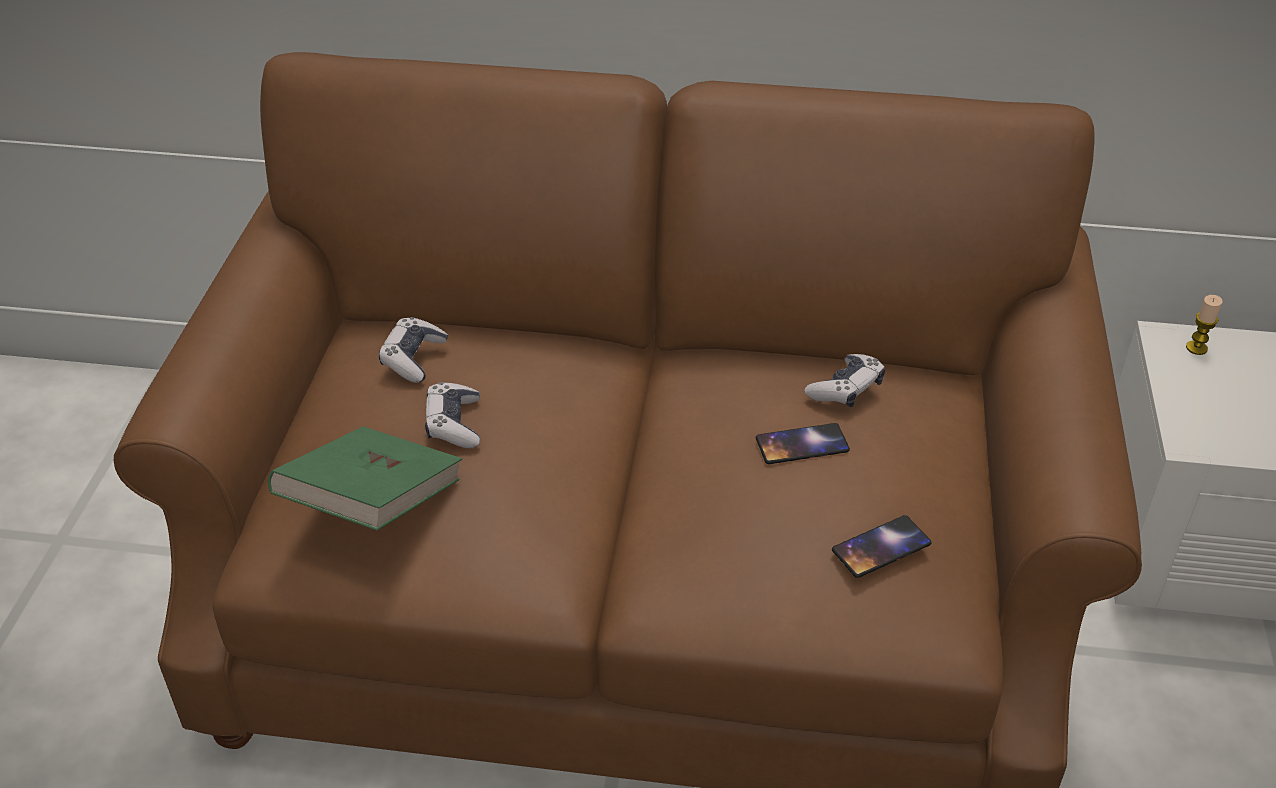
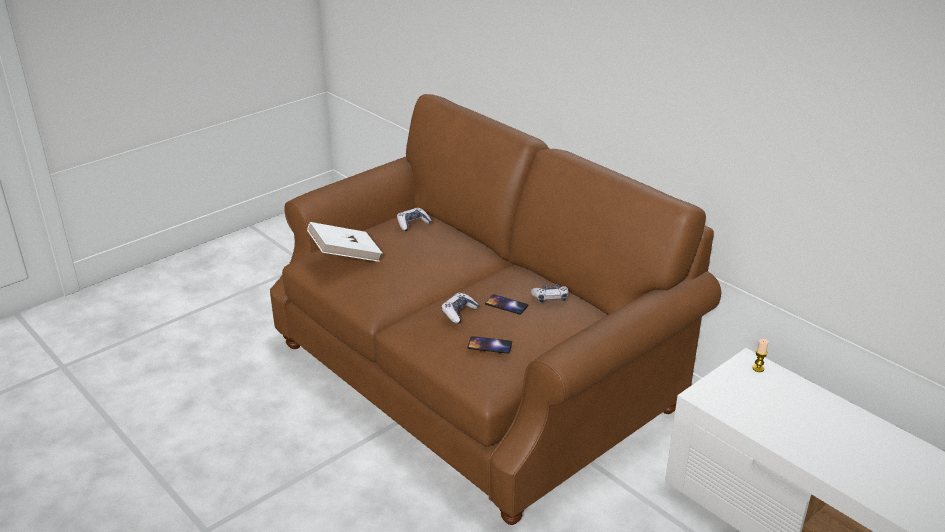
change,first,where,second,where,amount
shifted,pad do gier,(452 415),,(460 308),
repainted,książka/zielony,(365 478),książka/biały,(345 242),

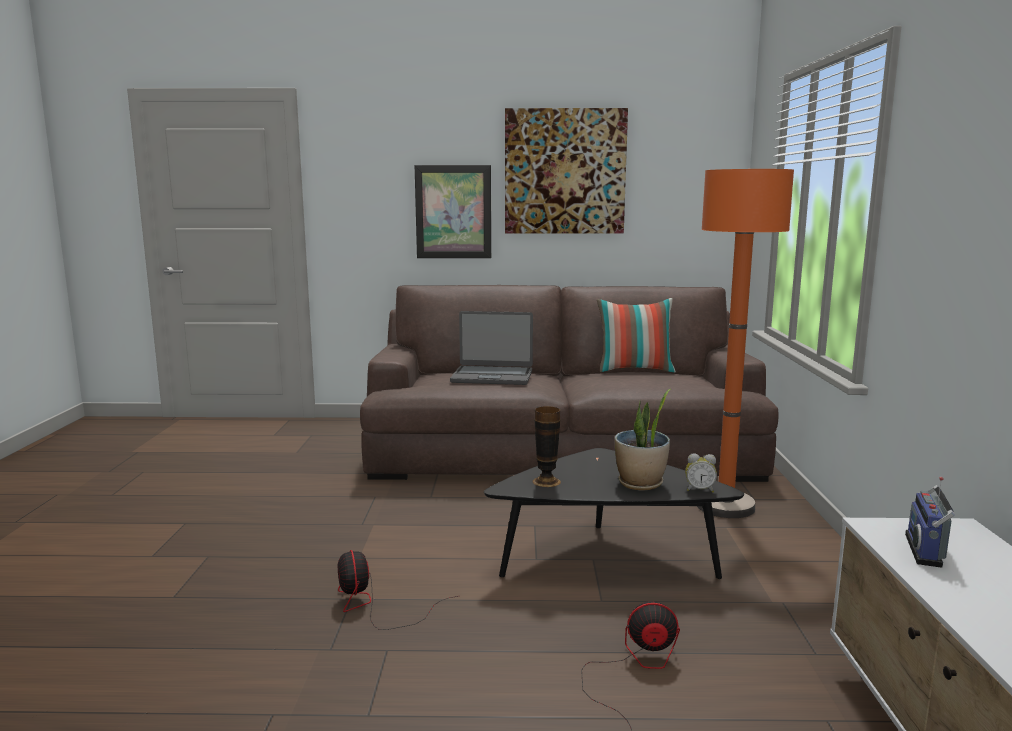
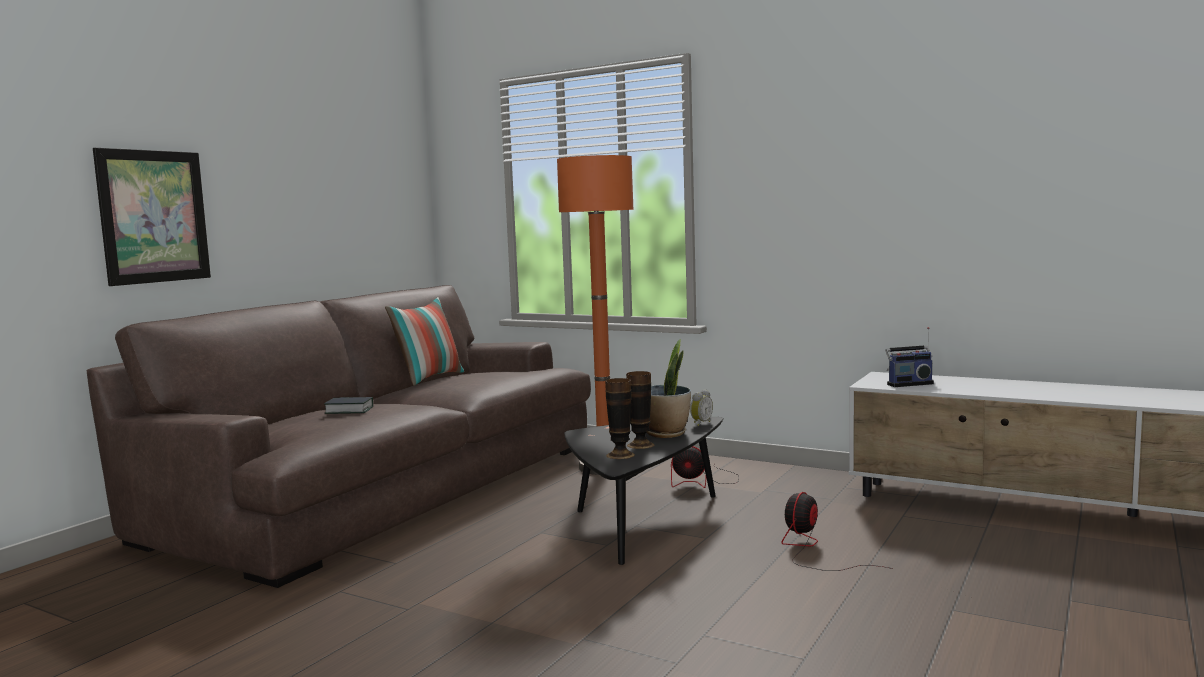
change,first,where,second,where,amount
gone,obraz,(566 171),,,
new,,,wazon,(640 410),
shifted,wentylator,(398 590),,(705 467),
swapped,laptop,(491 348),książka,(348 405),
rotated,radio,(930 522),,(909 357),60 degrees counterclockwise

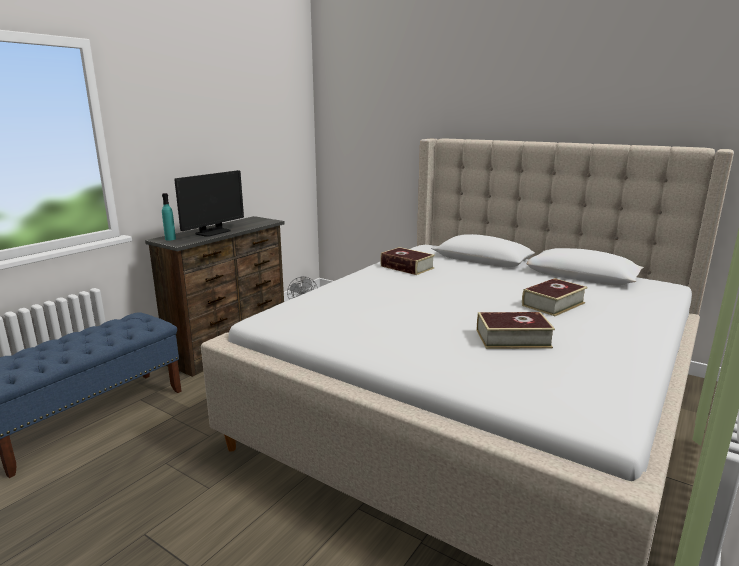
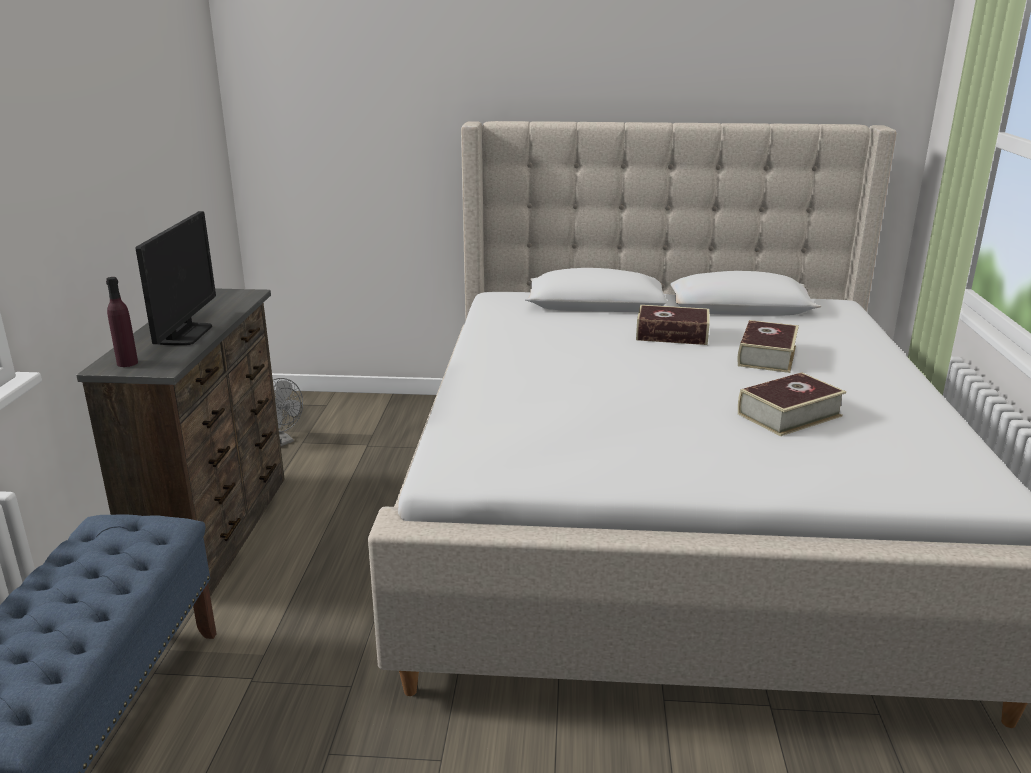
change,first,where,second,where,amount
shifted,książka,(407 261),,(673 325),
repainted,butelka/turkusowy,(169 217),butelka/fioletowy,(122 322),

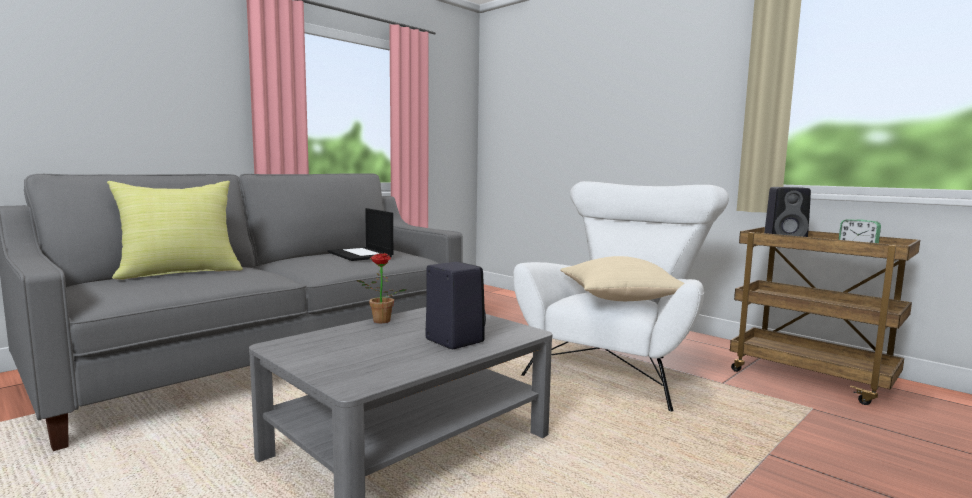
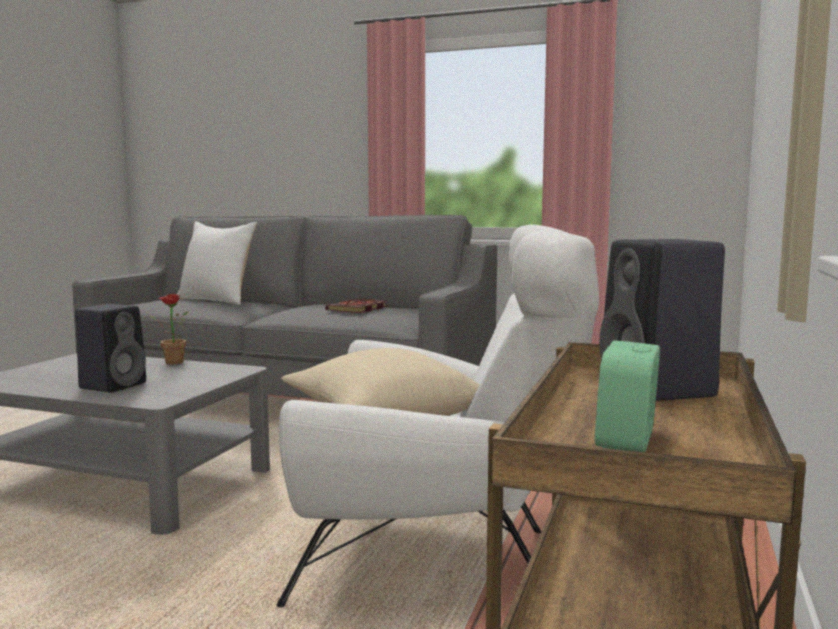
change,first,where,second,where,amount
swapped,laptop,(360 234),książka,(356 306),
repainted,poduszka/żółty,(175 230),poduszka/biały,(217 263),

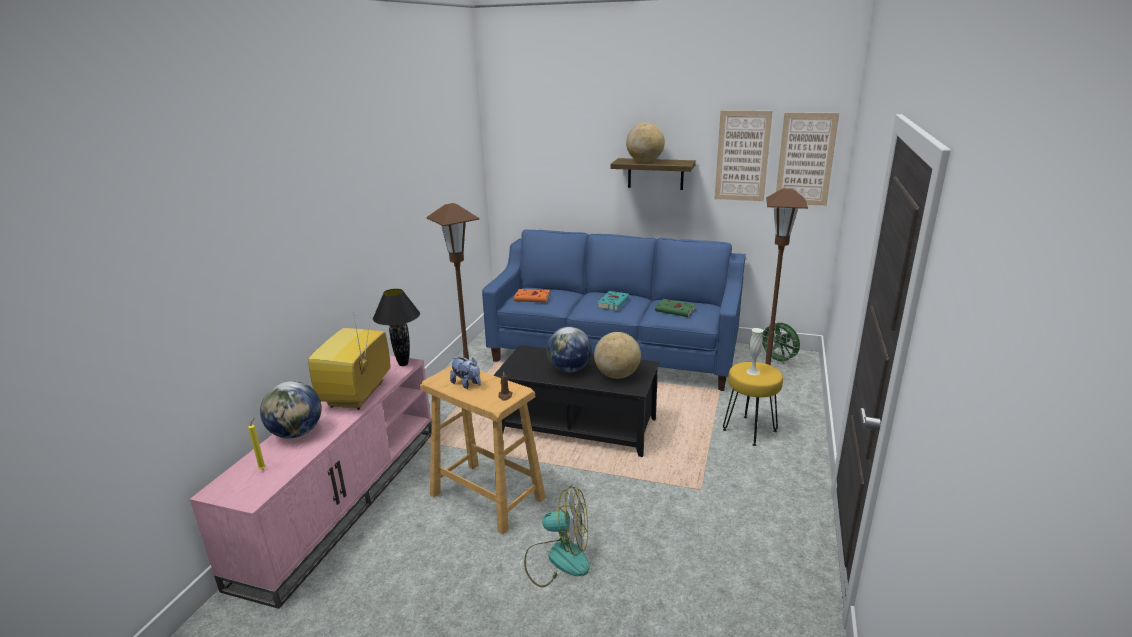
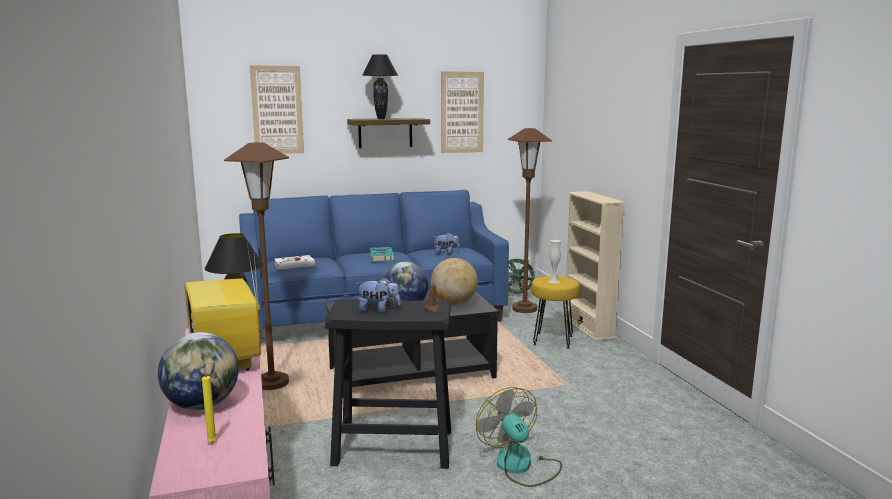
change,first,where,second,where,amount
new,,,regał/beżowy,(594 266),
shifted,obraz,(807 159),,(277 109),
swapped,globus,(645 142),lampa stołowa/czarny,(380 86),
swapped,książka/zielony,(676 308),pluszak,(446 243),
repainted,stołek/beżowy,(483 450),stołek/czarny,(388 384),
repainted,książka/pomarańczowy,(534 296),książka/biały,(297 262),
rotated,wentylator,(557 536),,(519 437),90 degrees counterclockwise

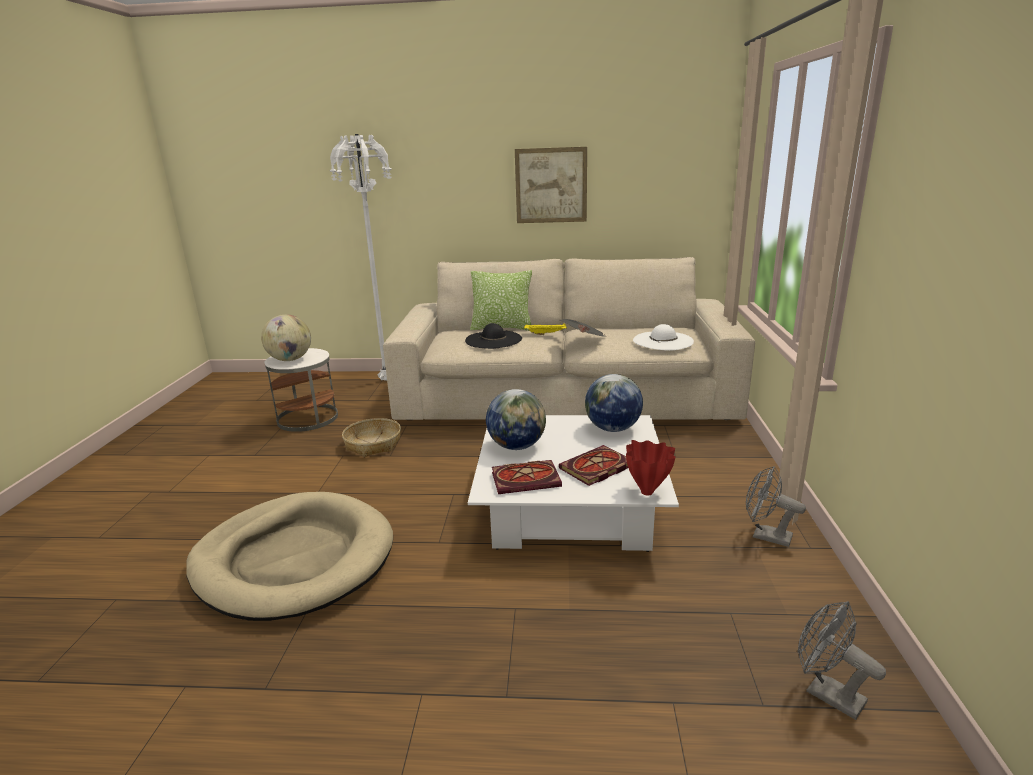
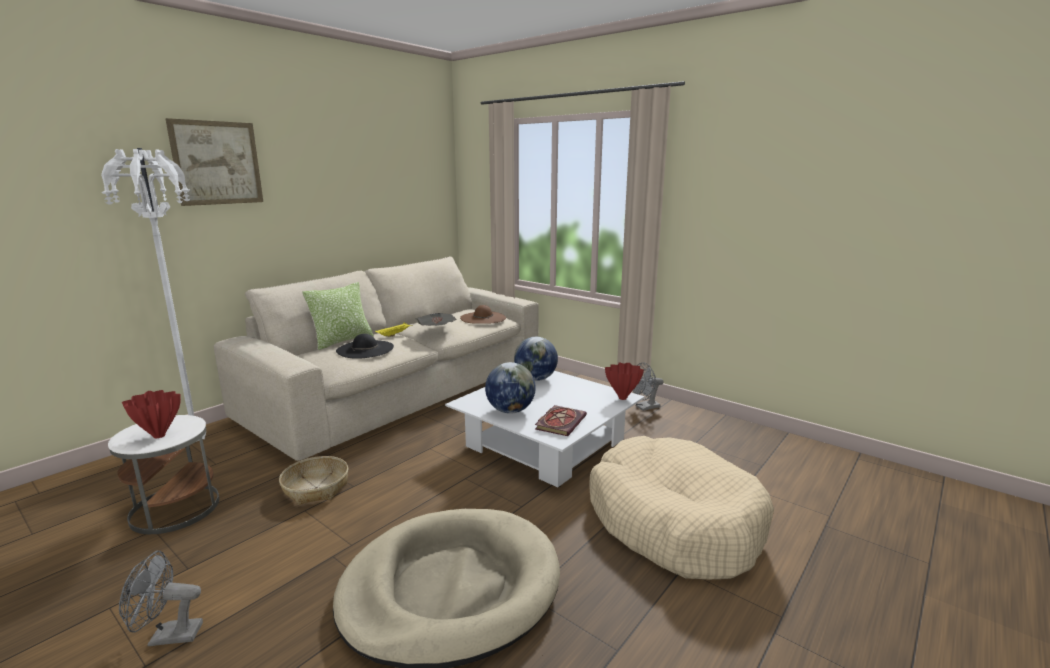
change,first,where,second,where,amount
gone,książka,(593 465),,,
new,,,legowisko/beżowy,(681 507),
shifted,obraz,(551 185),,(214 162),
shifted,wentylator/szary,(841 660),,(161 598),
swapped,globus,(286 337),wazon/czerwony,(151 414),
repainted,kapelusz/biały,(663 337),kapelusz/brązowy,(483 314),

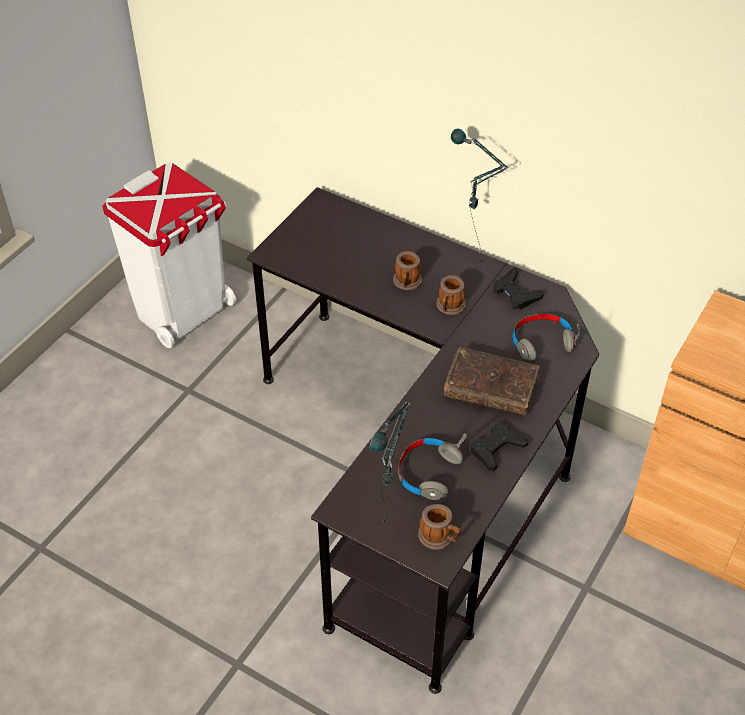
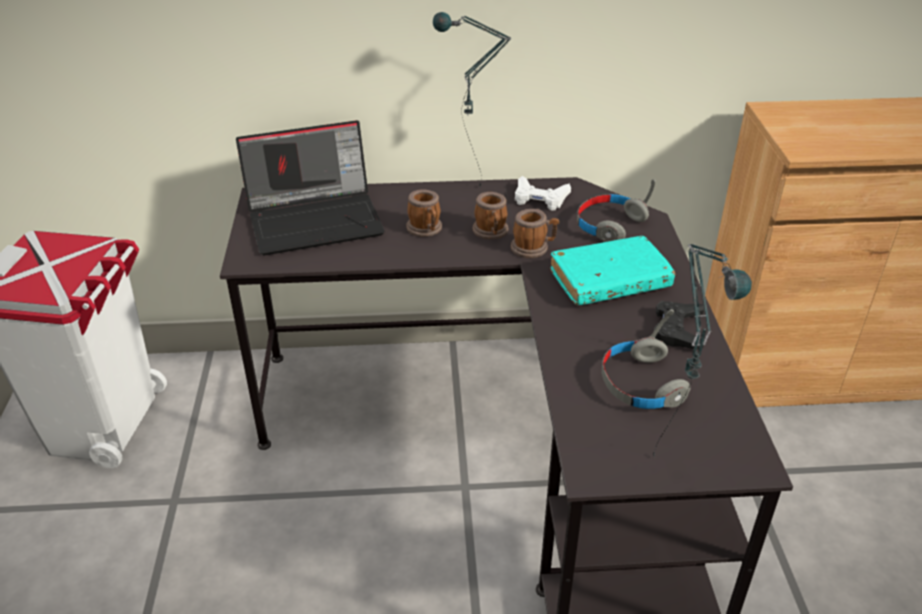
change,first,where,second,where,amount
new,,,laptop,(310 187),
shifted,kubek,(439 527),,(535 233),
repainted,książka/brązowy,(492 381),książka/turkusowy,(612 270),
repainted,pad do gier/czarny,(518 289),pad do gier/biały,(543 193),

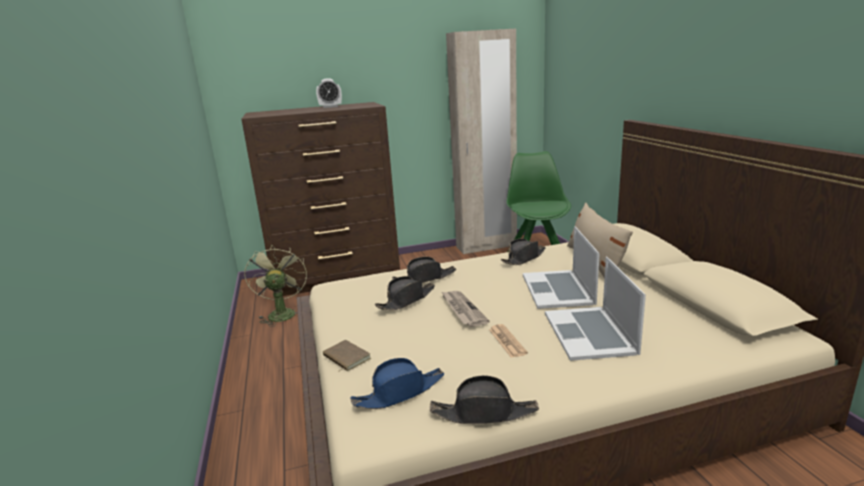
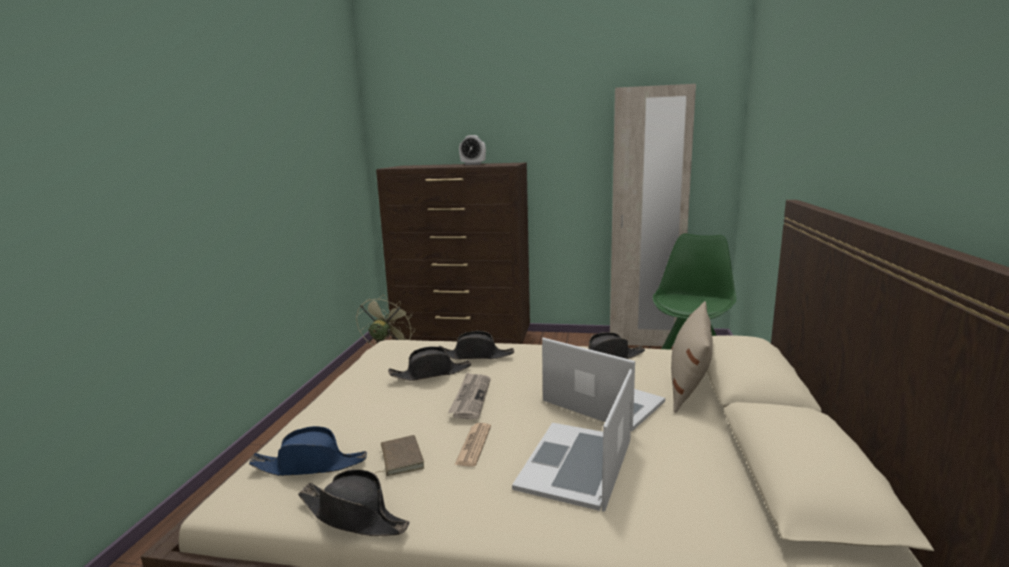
change,first,where,second,where,amount
shifted,książka/brązowy,(347 356),,(399 455),
rotated,laptop,(561 267),,(603 384),105 degrees clockwise

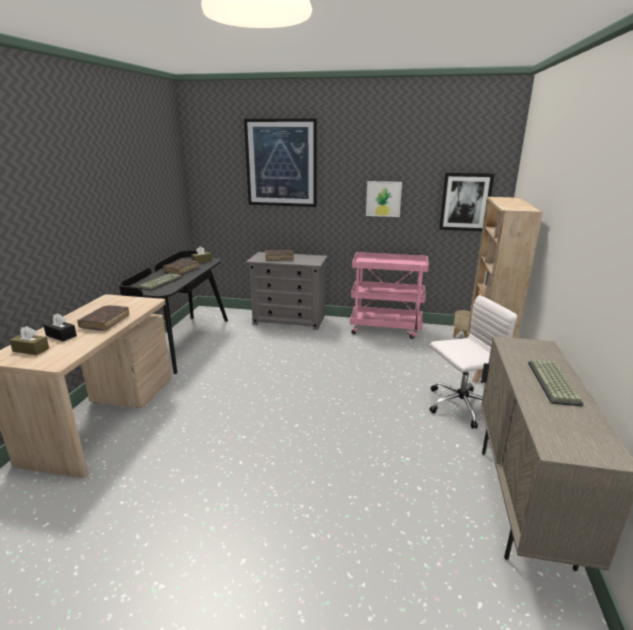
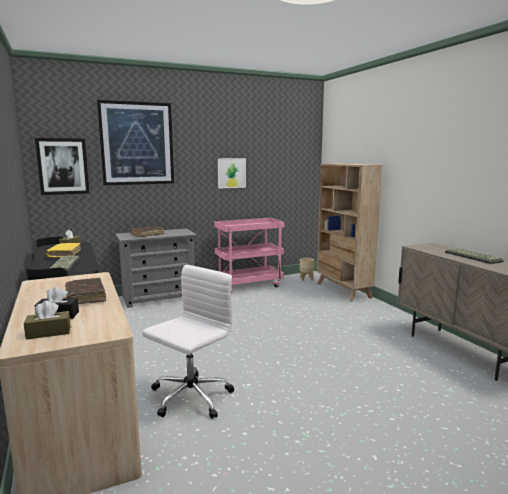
change,first,where,second,where,amount
shifted,krzesło biurowe/biały,(473 362),,(188 342),
shifted,obraz,(466 202),,(62 166),
repainted,książka/brązowy,(180 267),książka/żółty,(63 250),

